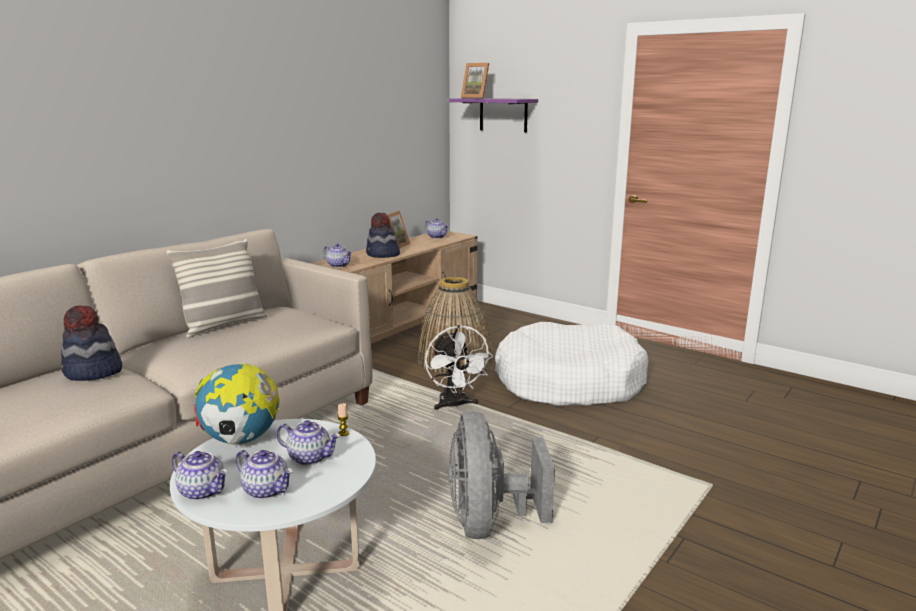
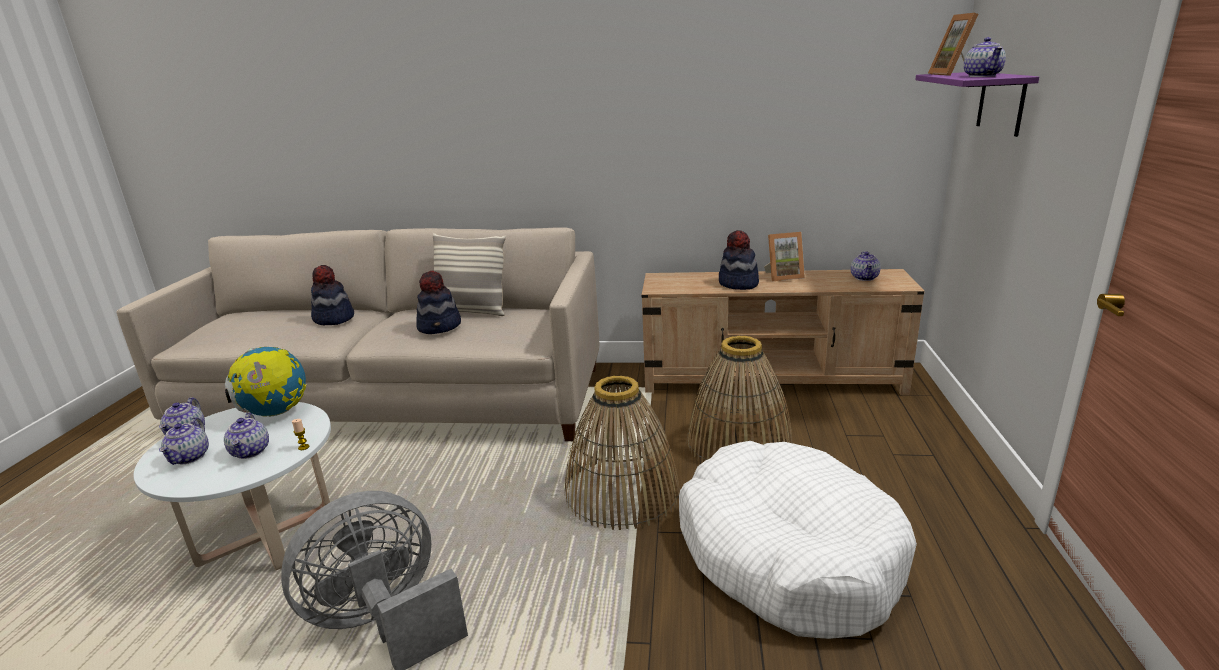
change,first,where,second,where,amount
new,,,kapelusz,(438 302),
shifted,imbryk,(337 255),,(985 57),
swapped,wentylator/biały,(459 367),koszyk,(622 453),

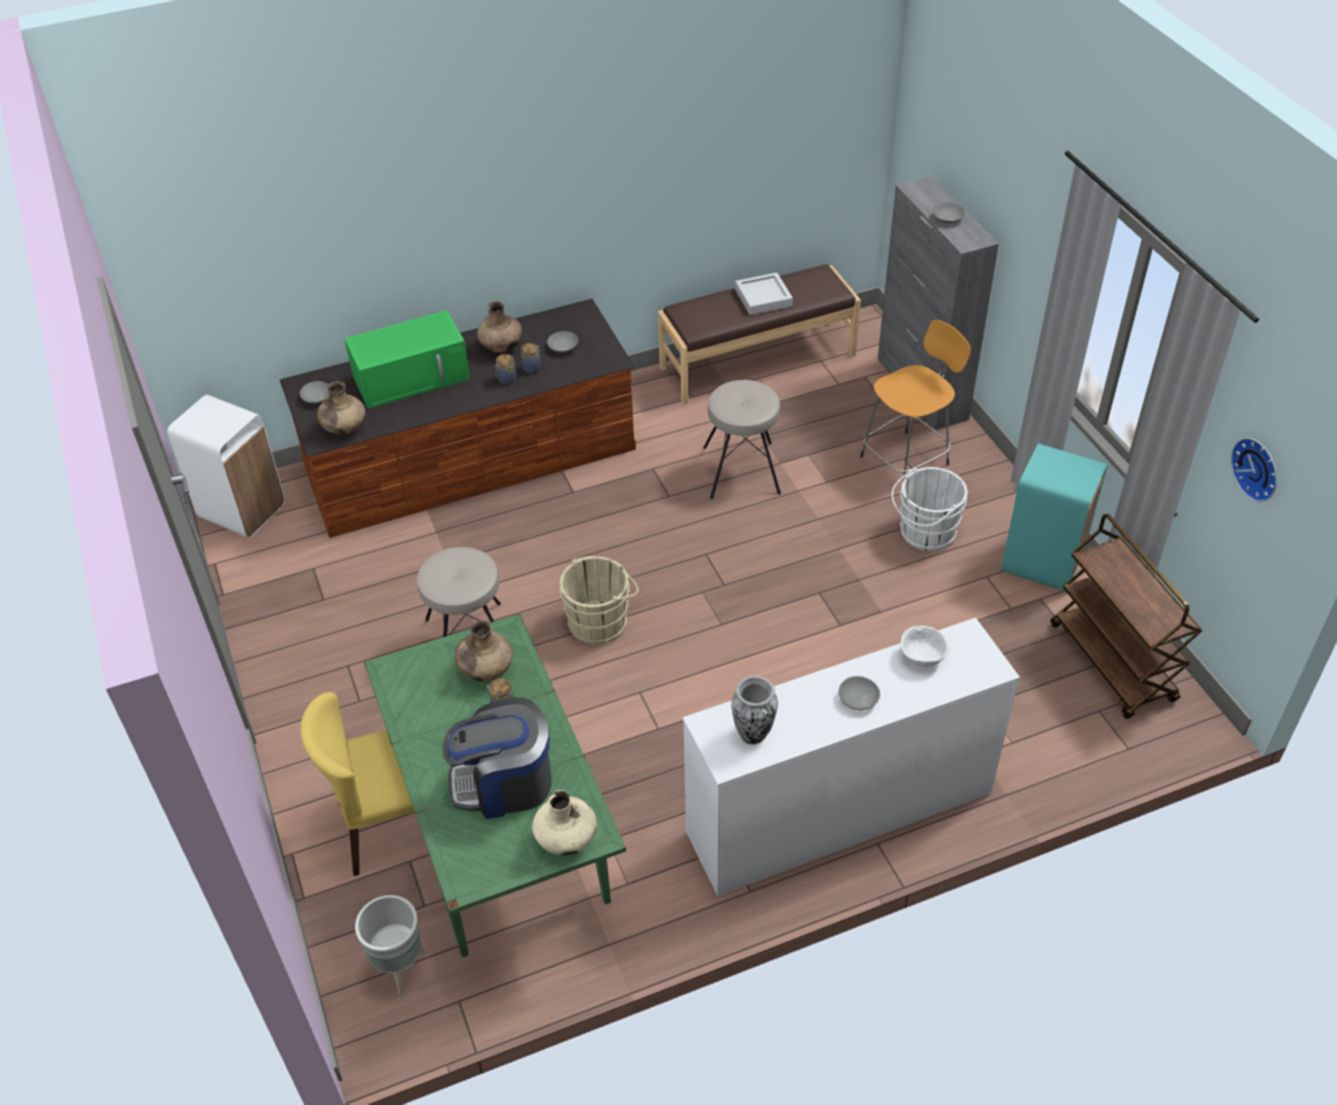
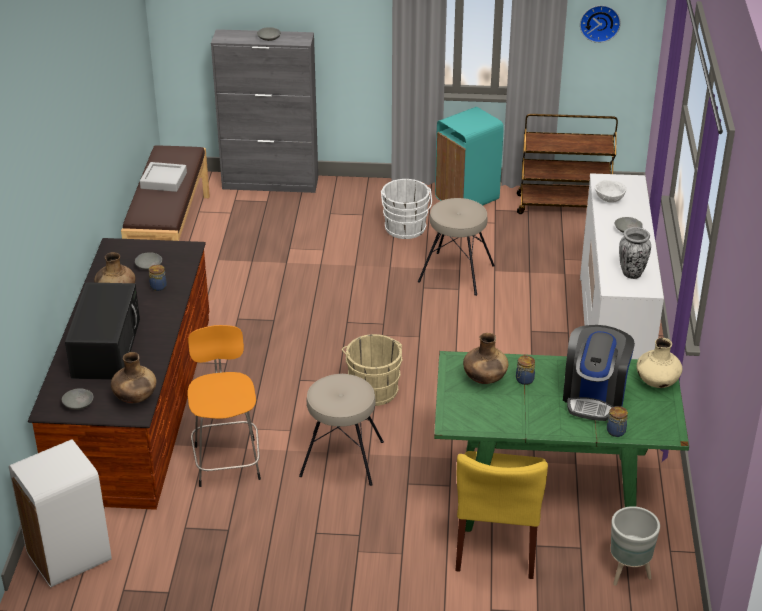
change,first,where,second,where,amount
shifted,słoik,(506 369),,(617 421),
shifted,stołek/beżowy,(742 439),,(456 247),
shifted,stołek/pomarańczowy,(915 399),,(224 406),
repainted,mikrofalówka/zielony,(407 359),mikrofalówka/czarny,(102 331),

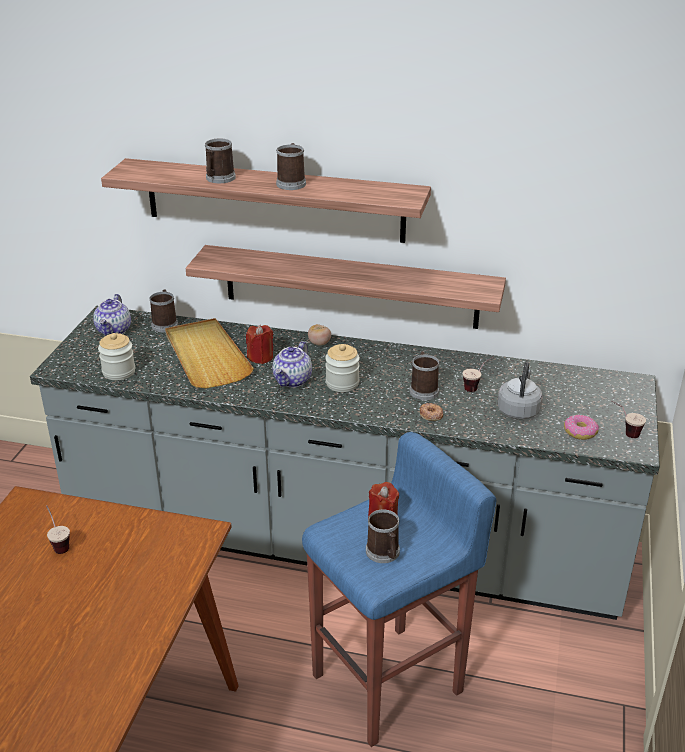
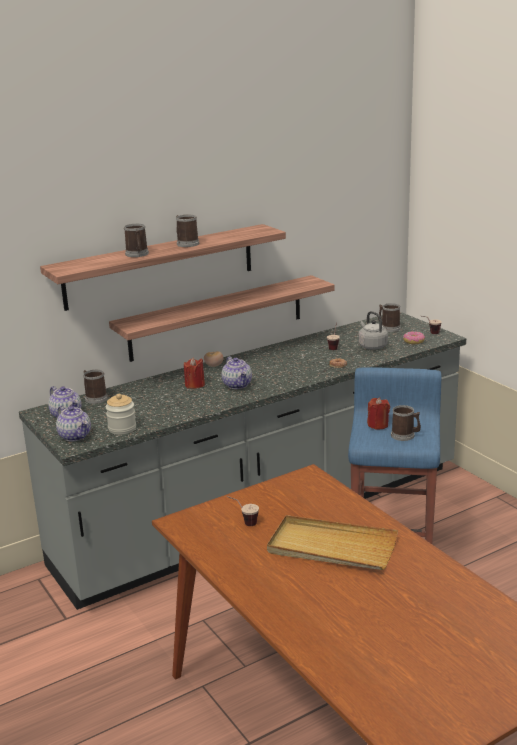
change,first,where,second,where,amount
gone,słoik,(342 368),,,
new,,,imbryk,(73 423),
shifted,taca/beżowy,(209 353),,(332 542),
shifted,kubek,(425 376),,(389 317),

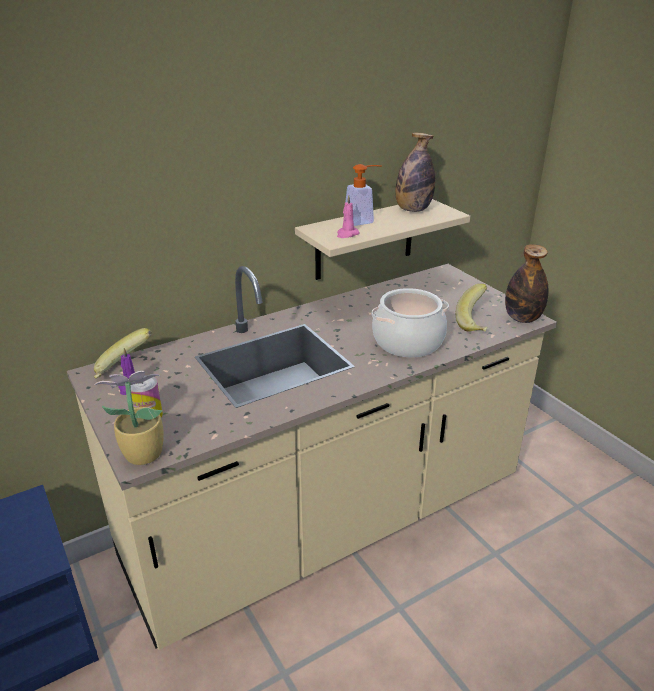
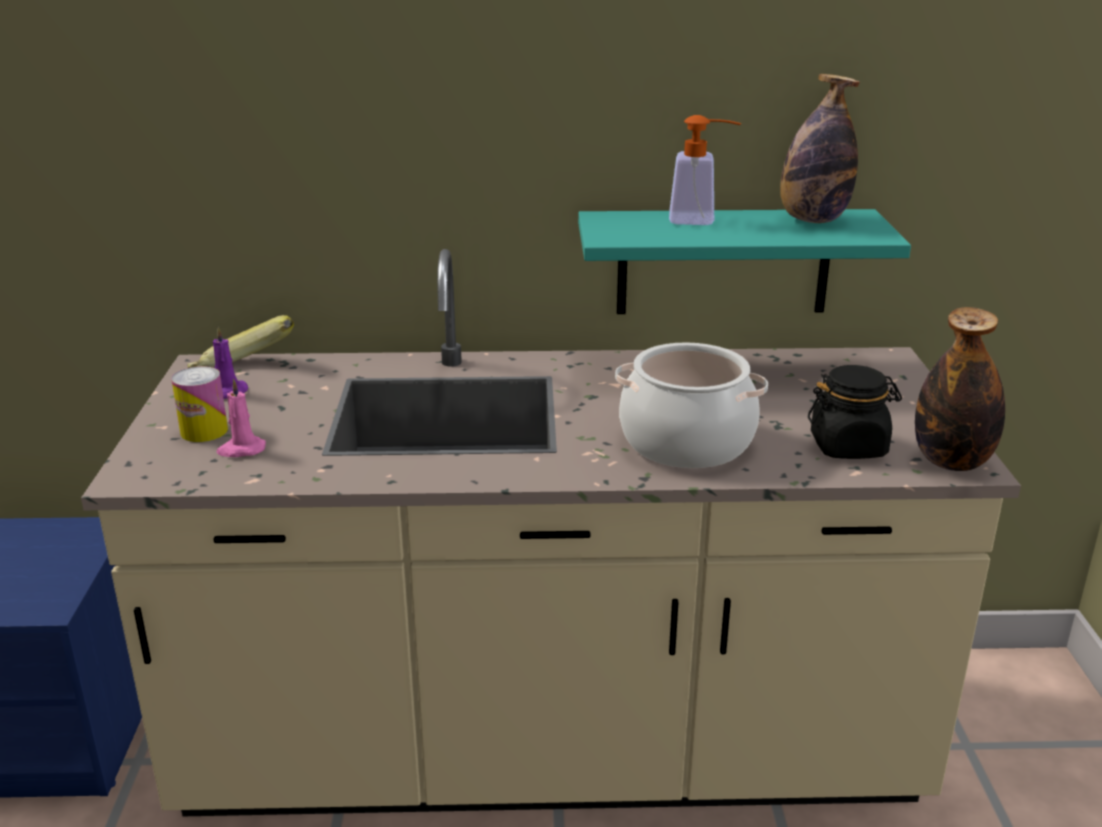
change,first,where,second,where,amount
gone,roślina doniczkowa,(129 418),,,
shifted,świeca/różowy,(348 216),,(241 417),
swapped,banan,(471 308),słoik/czarny,(855 412),
repainted,półka/beżowy,(382 239),półka/turkusowy,(744 261),

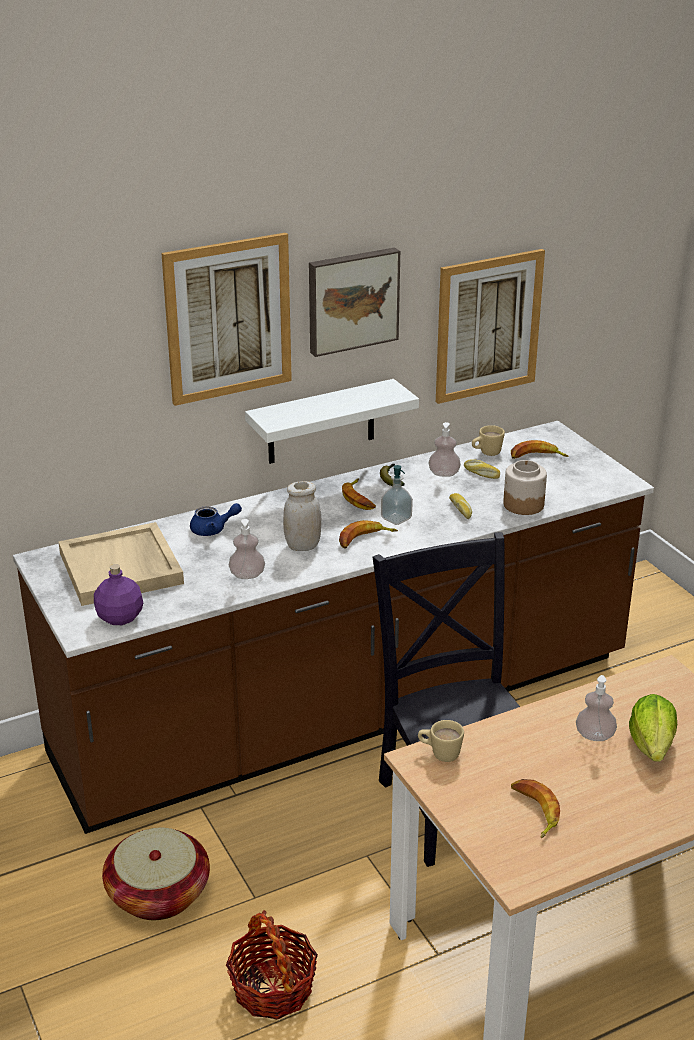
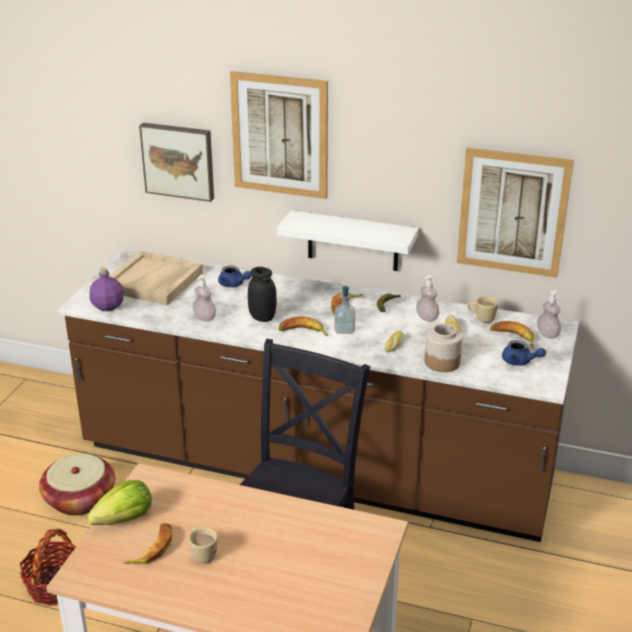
change,first,where,second,where,amount
new,,,imbryk/niebieski,(524 353),
shifted,obraz,(354 302),,(176 162),
shifted,kubek/beżowy,(441 741),,(203 545),
shifted,dozownik mydła,(596 708),,(549 315),
shifted,sałata,(653 728),,(120 502),
repainted,słoik/biały,(302 516),słoik/czarny,(262 294),

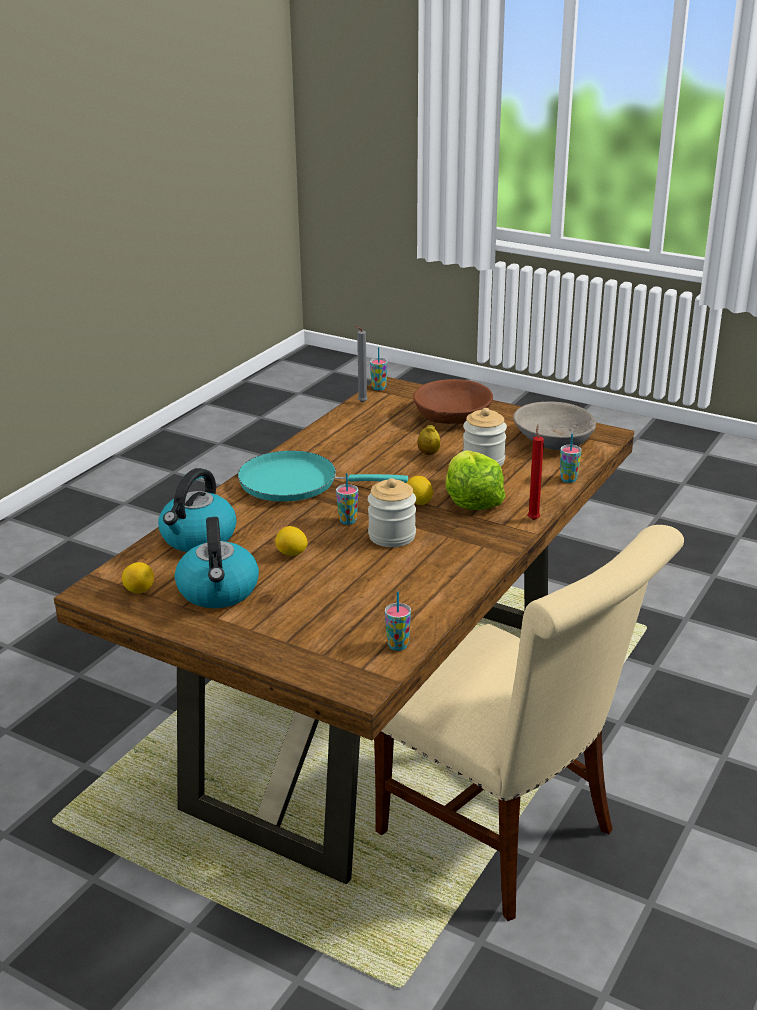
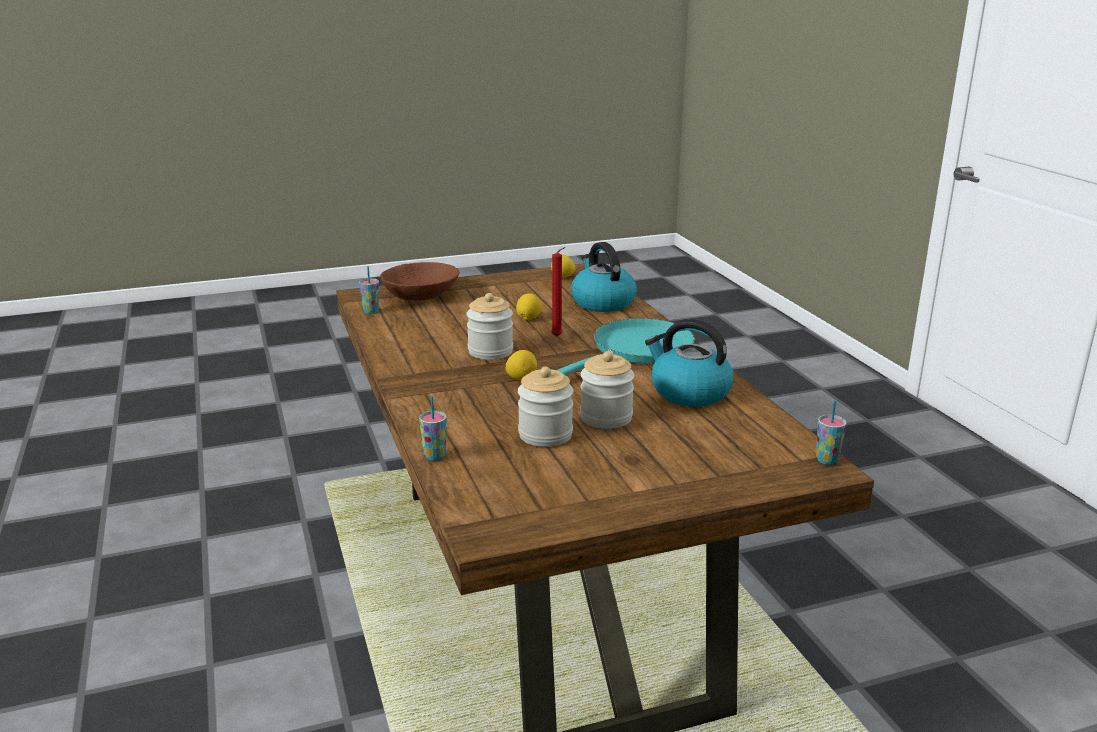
change,first,where,second,where,amount
gone,filiżanka,(347 499),,,
gone,świeca/szary,(360 364),,,
gone,krzesło/beżowy,(529 723),,,
gone,sałata,(476 480),,,
gone,miska/szary,(554 425),,,
shifted,czajnik,(217 562),,(689 363),
shifted,miska/brązowy,(453 401),,(419 281),
shifted,świeca/czerwony,(536 472),,(558 291),
swapped,cytryna,(428 440),słoik,(607 390),

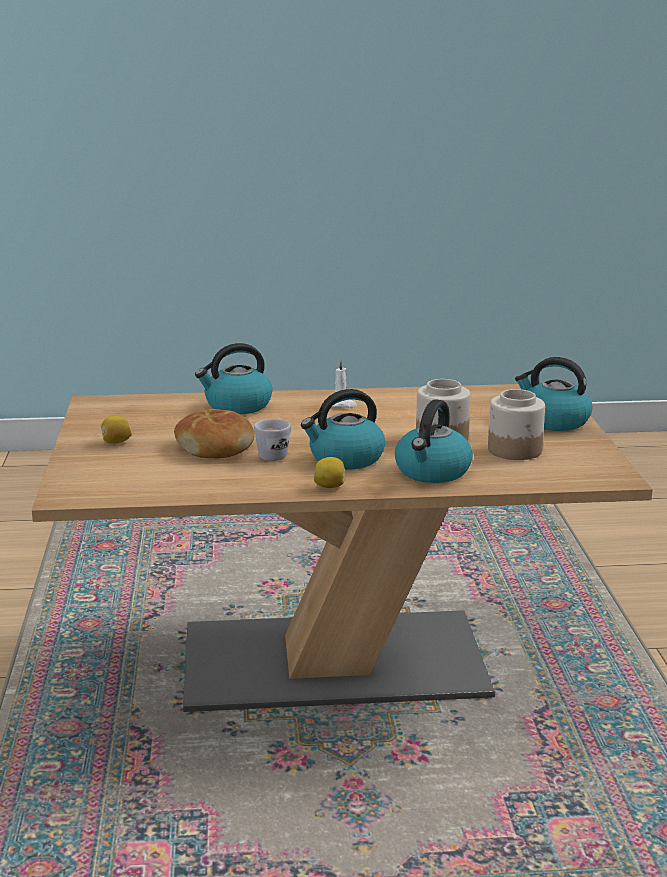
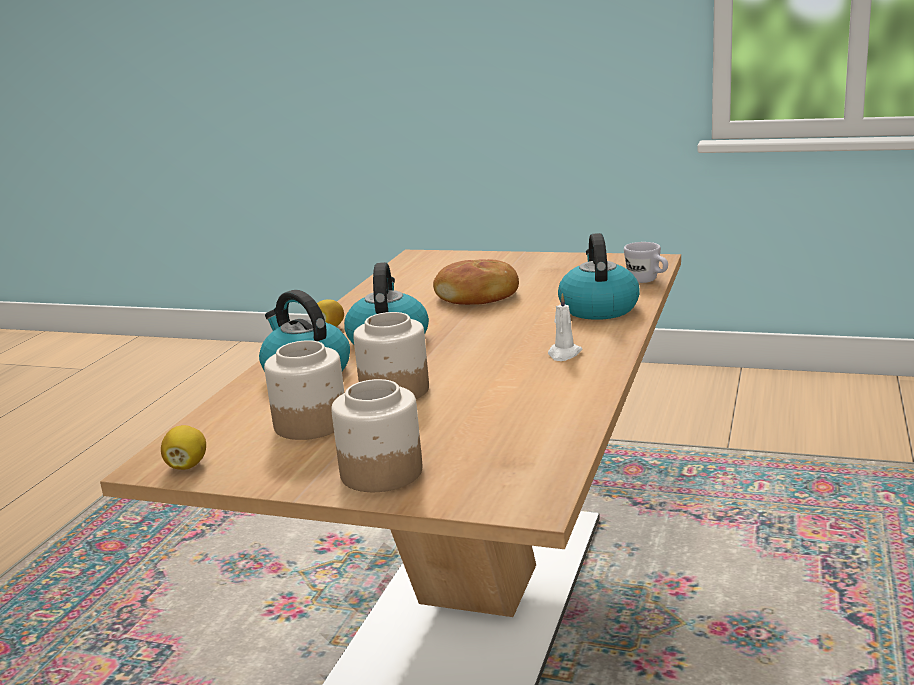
change,first,where,second,where,amount
shifted,cytryna,(116 430),,(183 447),
shifted,kubek/biały,(272 440),,(646 262),
swapped,czajnik,(553 394),słoik,(376 435),

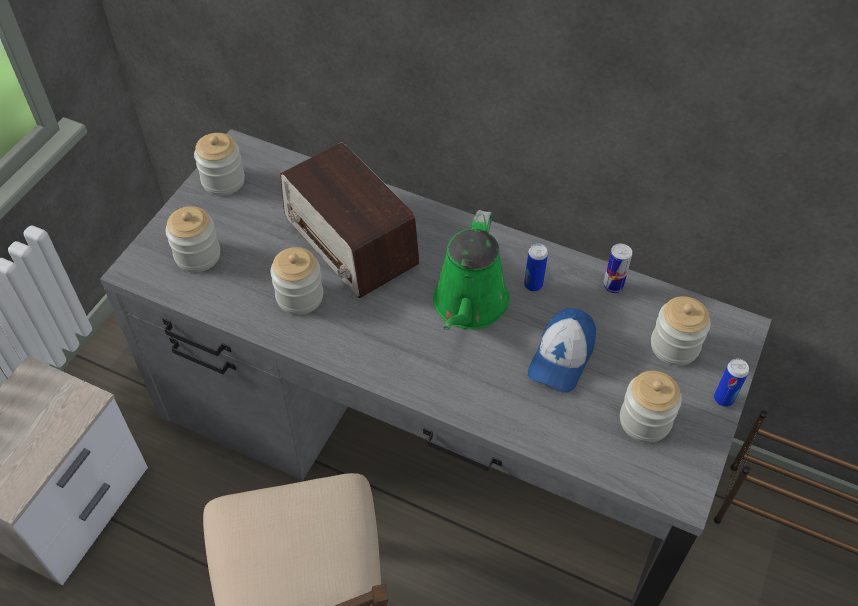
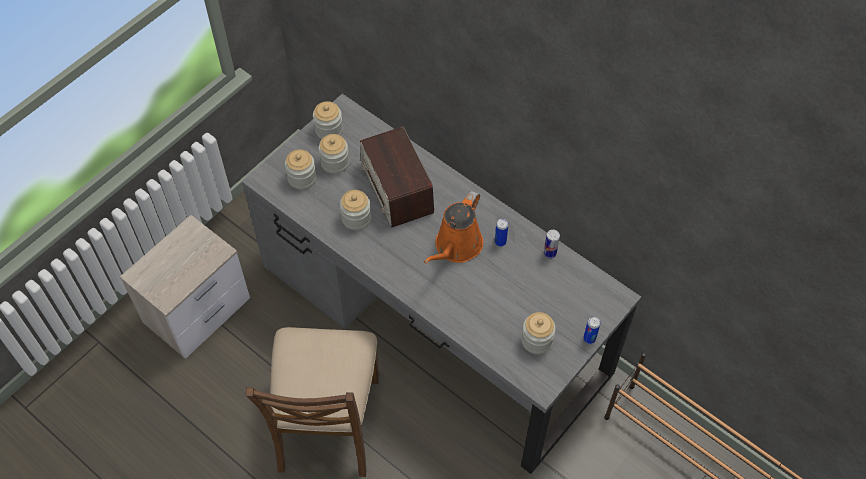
change,first,where,second,where,amount
gone,czapka z daszkiem,(562 350),,,
shifted,słoik,(681 331),,(334 154),
repainted,konewka/zielony,(471 270),konewka/pomarańczowy,(453 227),

